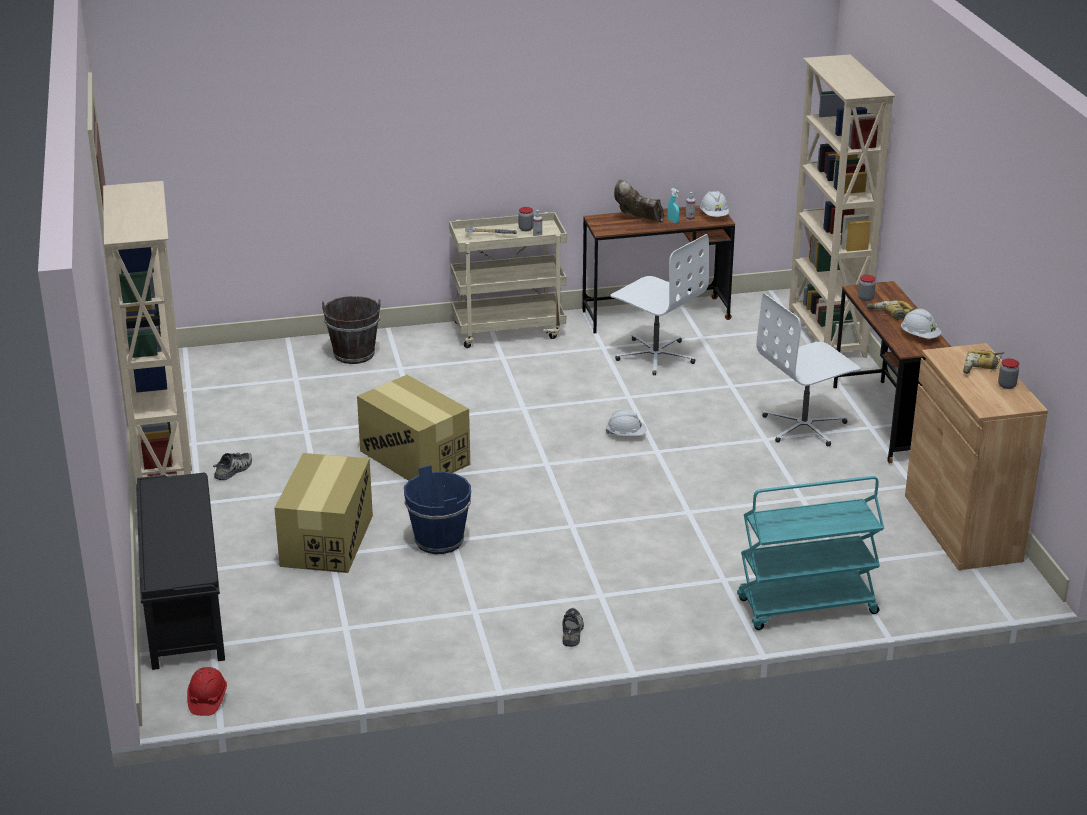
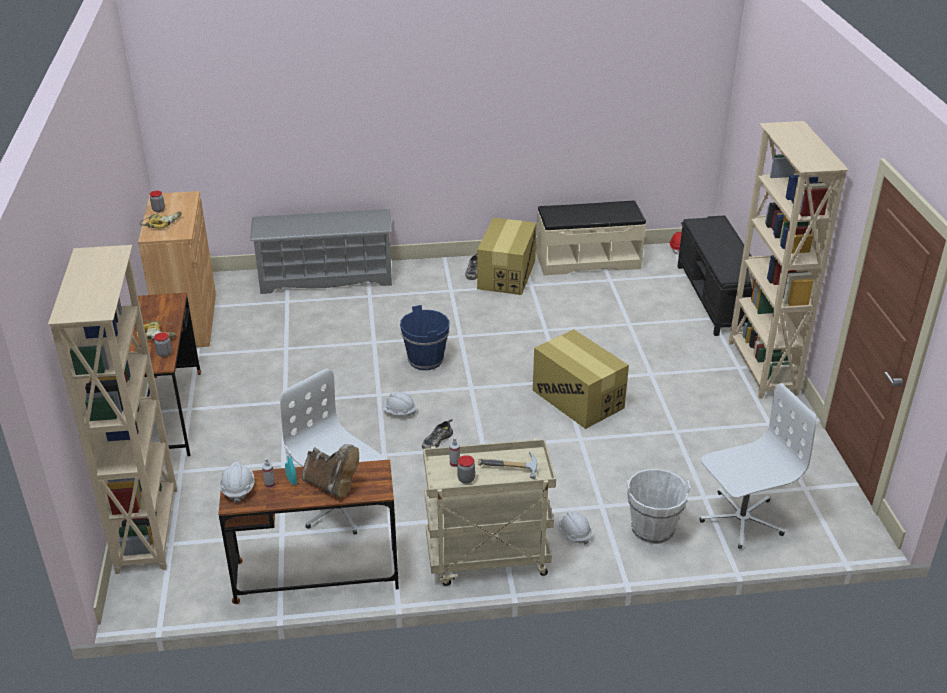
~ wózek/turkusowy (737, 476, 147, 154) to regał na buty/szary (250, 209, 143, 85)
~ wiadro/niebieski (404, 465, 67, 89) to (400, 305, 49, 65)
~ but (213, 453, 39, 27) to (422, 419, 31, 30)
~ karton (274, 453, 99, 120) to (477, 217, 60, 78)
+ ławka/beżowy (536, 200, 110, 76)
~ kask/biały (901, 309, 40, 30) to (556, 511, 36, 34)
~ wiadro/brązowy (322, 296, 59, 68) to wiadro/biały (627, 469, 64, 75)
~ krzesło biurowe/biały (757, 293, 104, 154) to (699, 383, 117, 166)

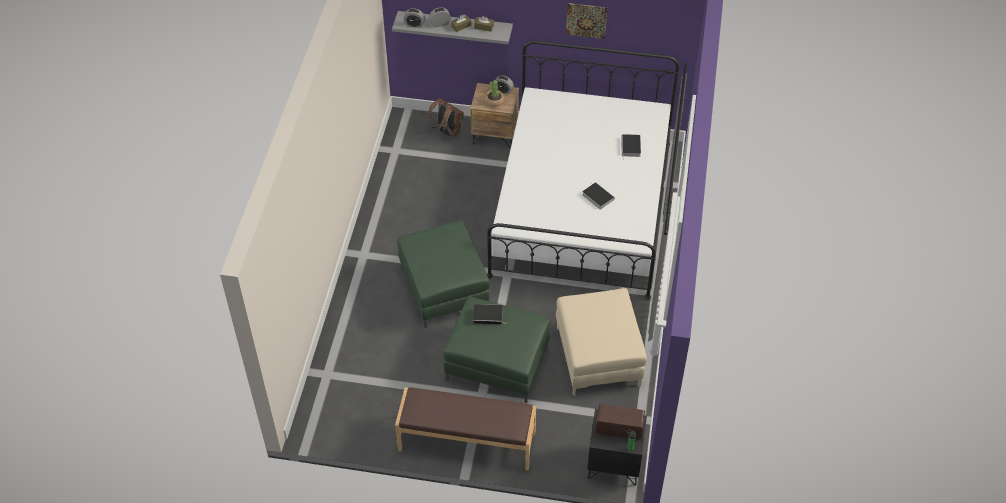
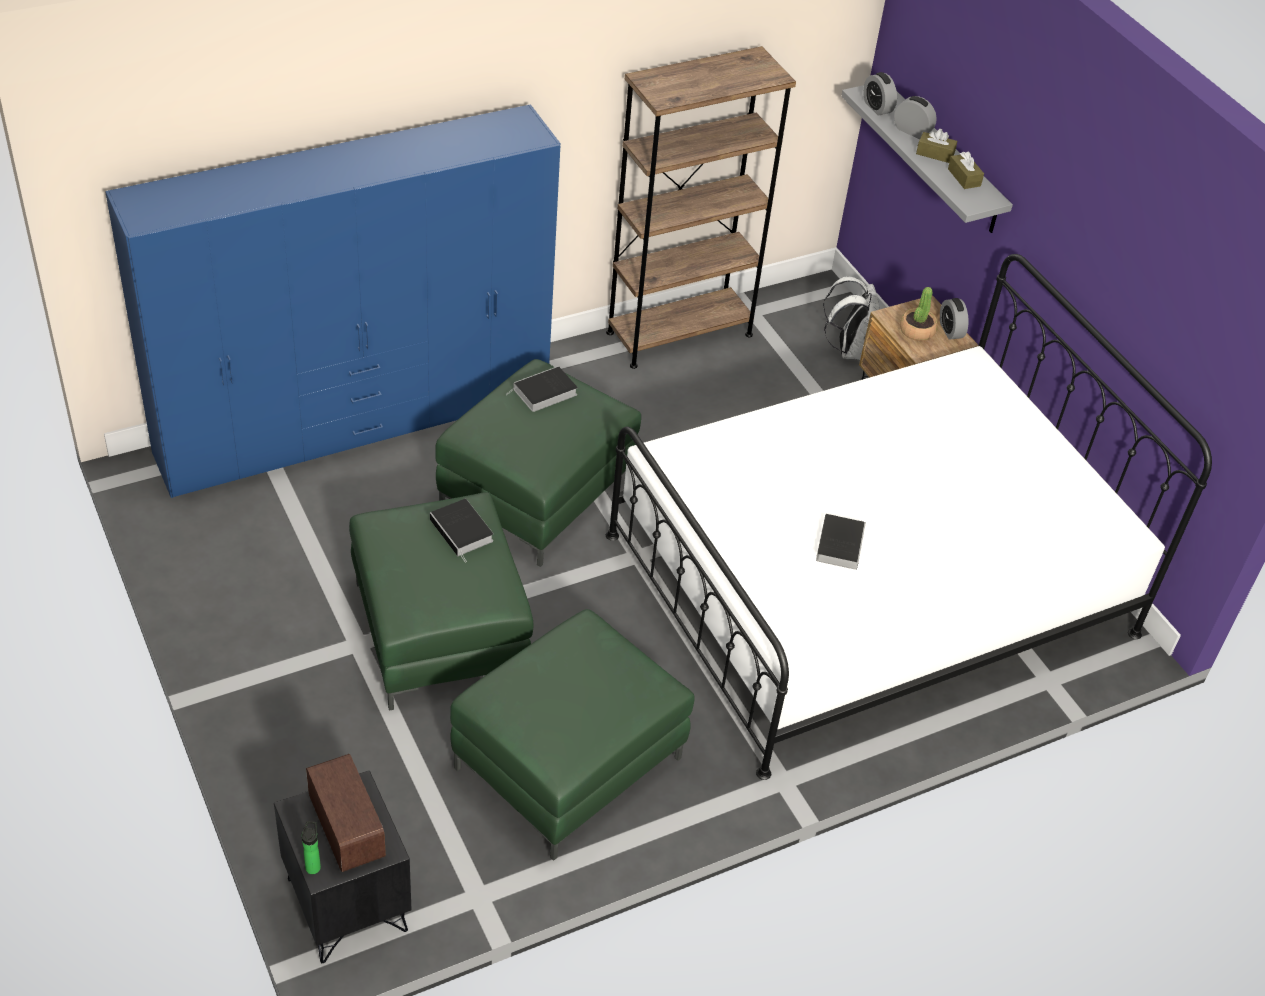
+ szafa/niebieski (105, 104, 455, 394)
~ pufa/beżowy (556, 288, 91, 108) to pufa/zielony (450, 609, 245, 252)
~ książka (621, 134, 20, 24) to (507, 366, 71, 46)
+ regał/brązowy (606, 46, 190, 323)
~ plecak/brązowy (427, 98, 38, 39) to plecak/biały (823, 276, 56, 84)
- ławka/brązowy (395, 387, 141, 83)
- obraz (566, 3, 41, 36)

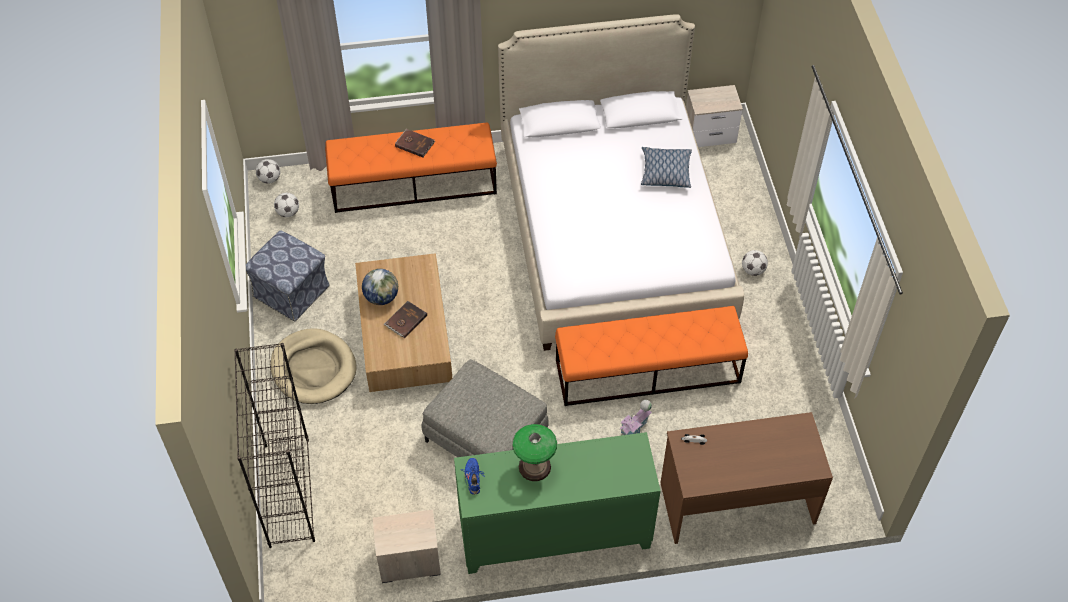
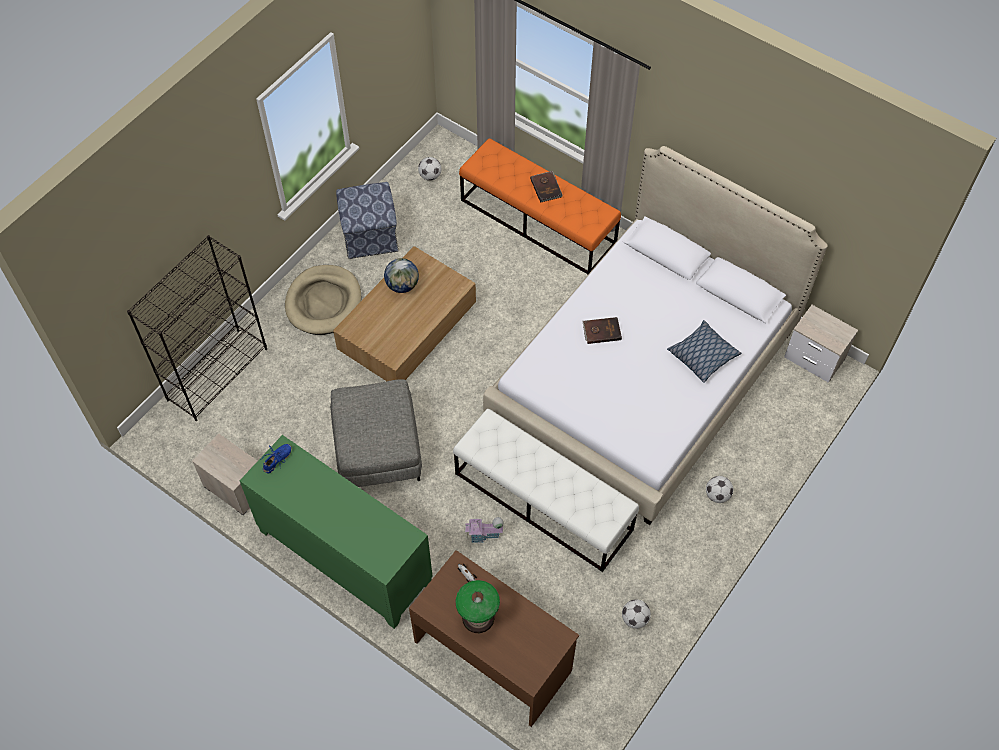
~ ławka/pomarańczowy (555, 306, 193, 100) to ławka/biały (453, 409, 186, 163)
~ lampa stołowa (512, 424, 45, 57) to (455, 580, 45, 53)
~ książka/brązowy (384, 301, 43, 37) to (582, 317, 40, 27)
~ piłka futbolowa (256, 159, 24, 25) to (622, 599, 29, 30)

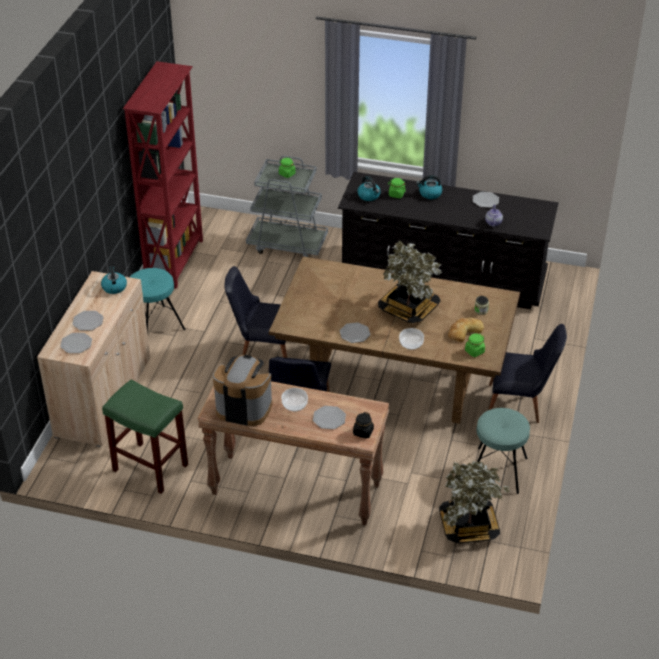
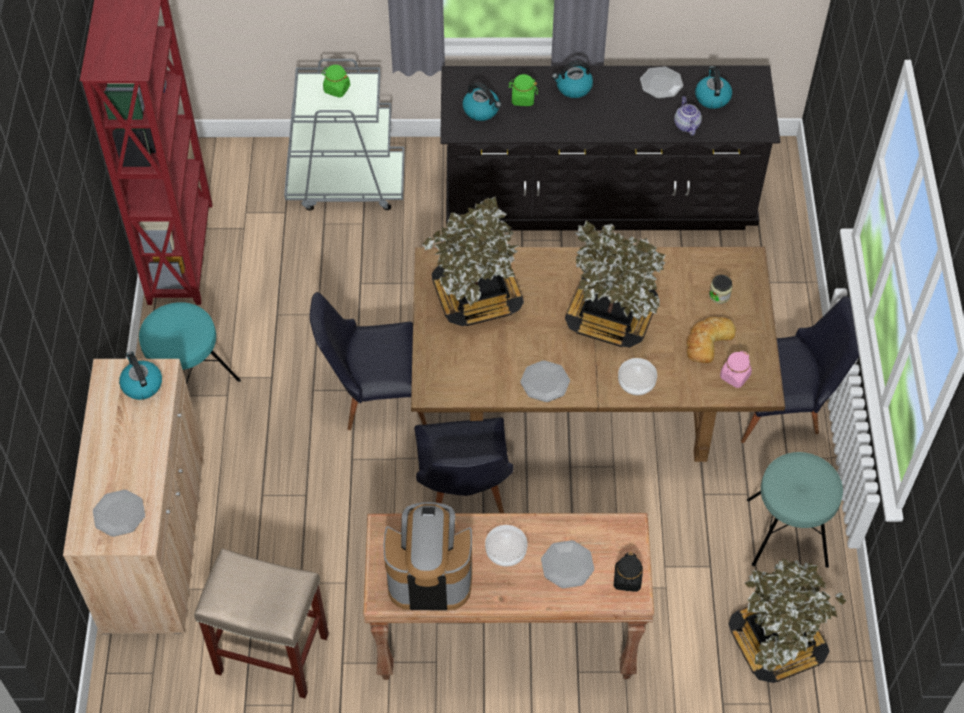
~ stołek/zielony (102, 380, 86, 114) to stołek/beżowy (194, 548, 135, 150)
+ roślina doniczkowa (422, 197, 102, 129)
+ czajnik (695, 66, 37, 43)
~ słoik/zielony (465, 333, 20, 24) to słoik/różowy (720, 351, 32, 37)
- talerz (72, 311, 32, 19)

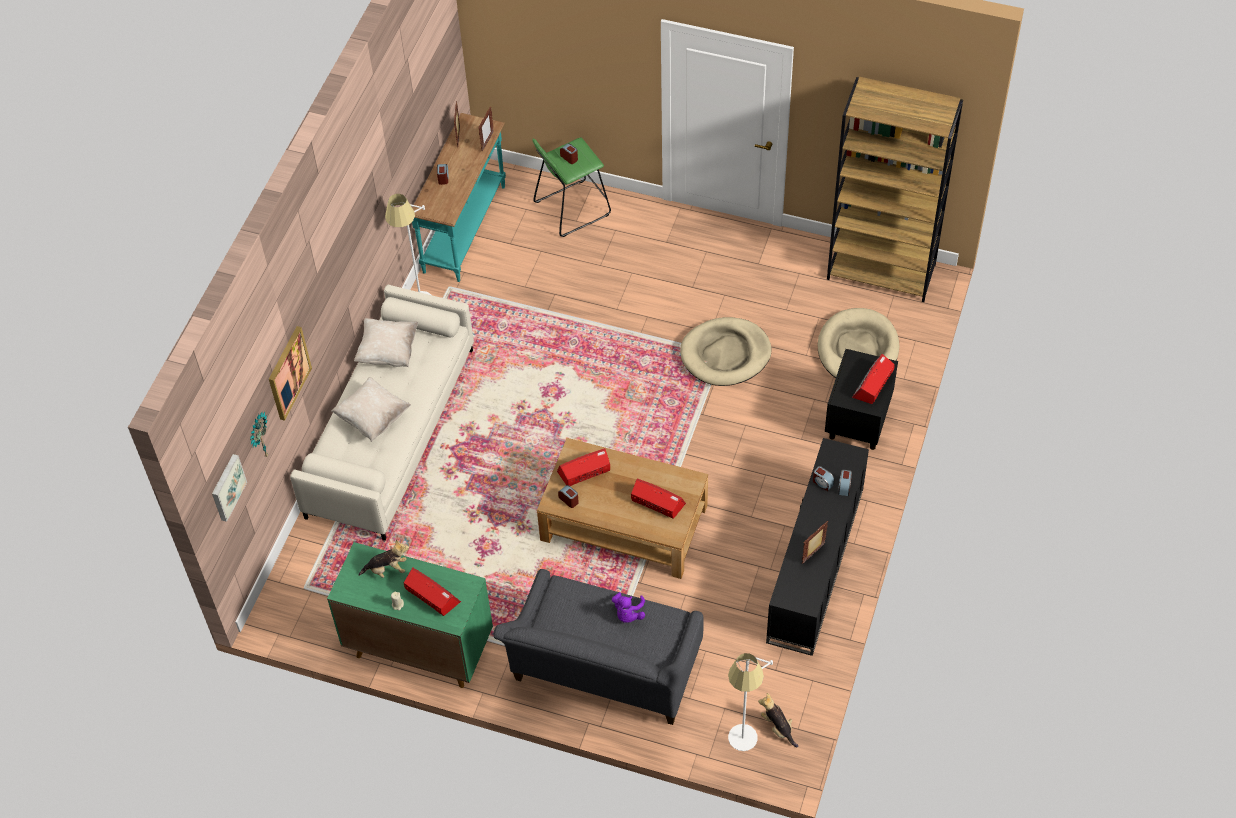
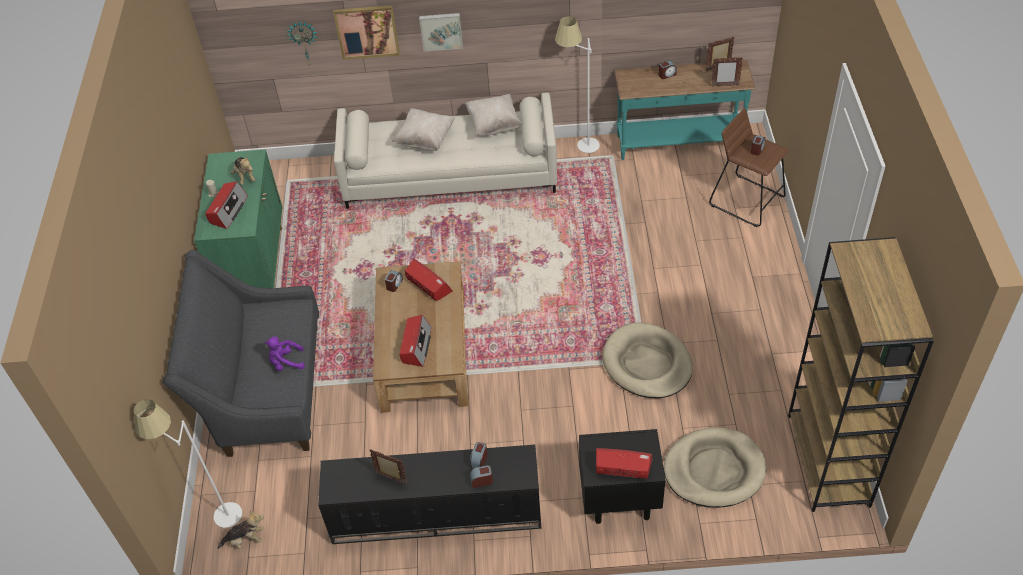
~ pluszak (758, 693, 41, 54) = (218, 510, 46, 39) 45 degrees clockwise
~ obraz (212, 454, 35, 68) to (419, 13, 44, 38)
~ stołek/zielony (533, 138, 78, 99) to stołek/brązowy (709, 108, 80, 119)

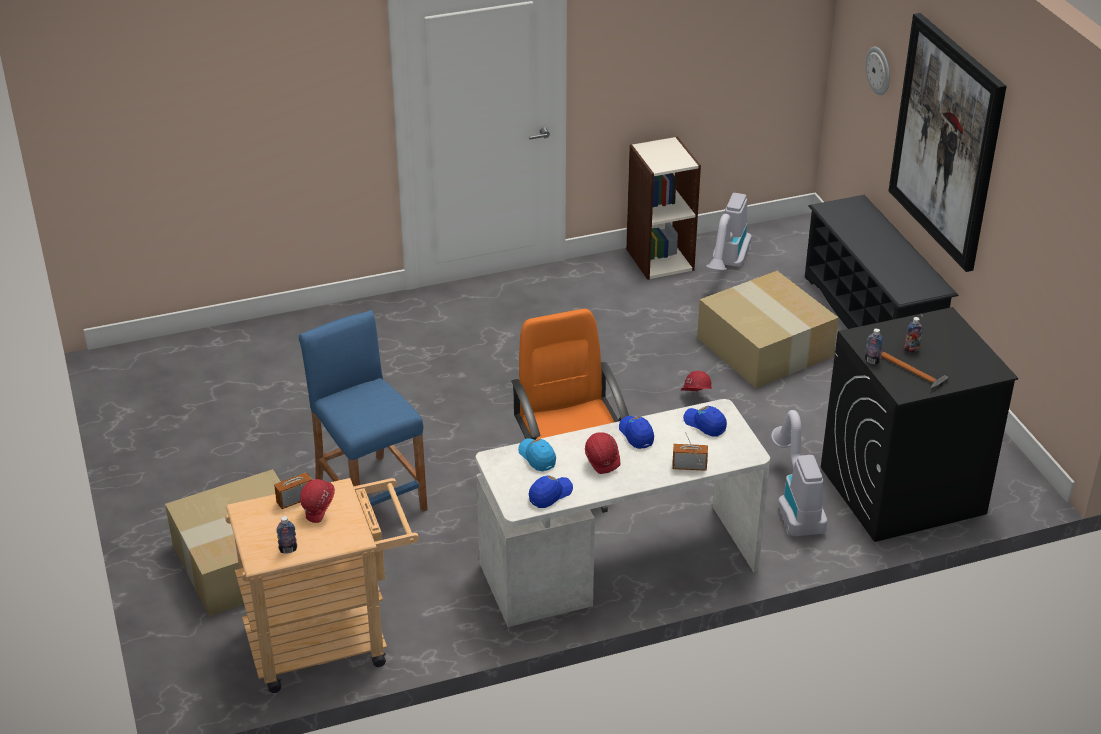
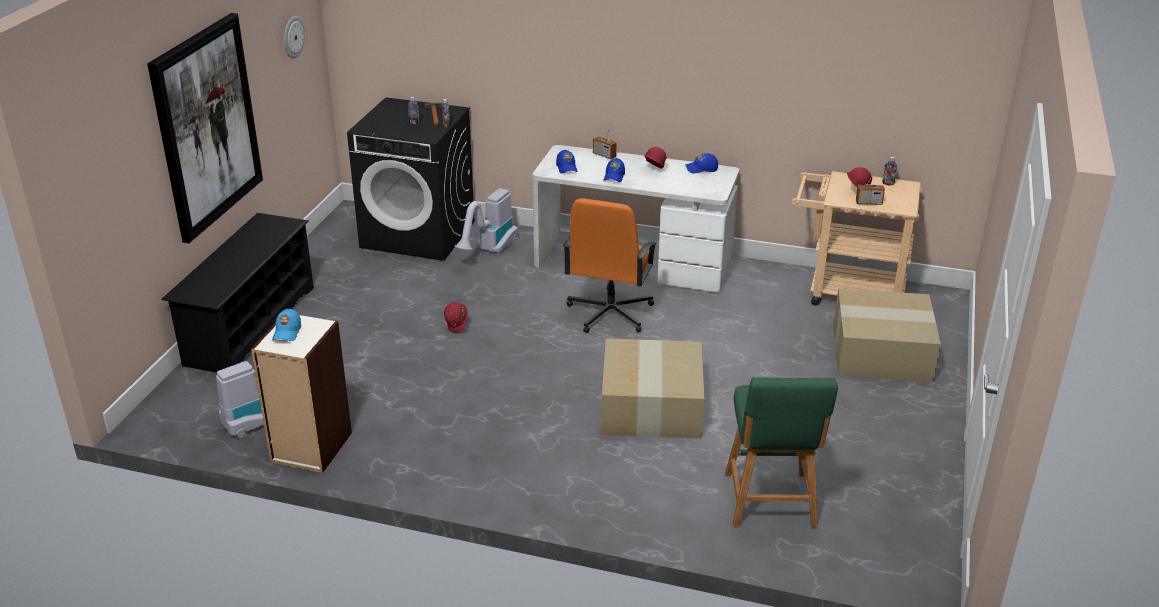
~ czapka z daszkiem/niebieski (518, 438, 38, 33) to (272, 309, 29, 32)
~ zegar ścienny (866, 47, 24, 48) to (284, 16, 21, 42)
~ karton (697, 271, 142, 117) to (601, 338, 103, 101)
+ stołek/zielony (725, 377, 113, 151)
- stołek/niebieski (299, 310, 128, 202)

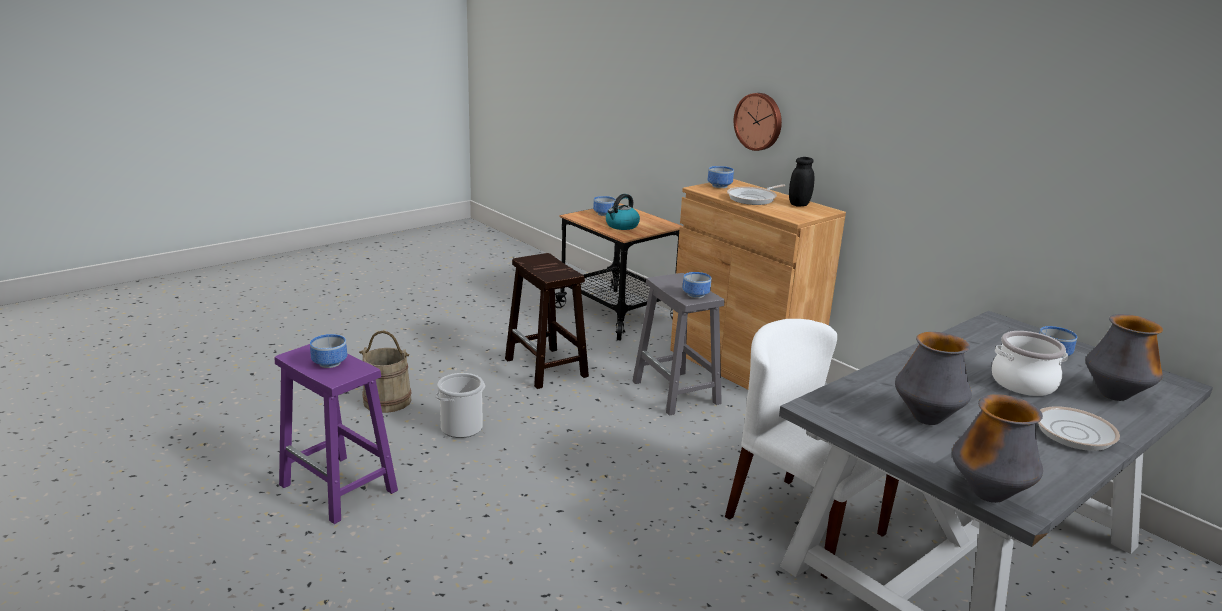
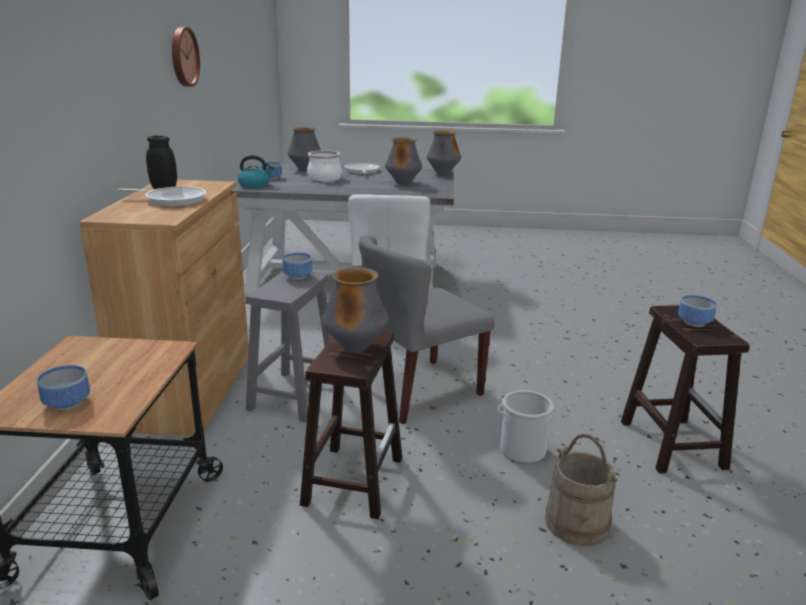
~ zegar ścienny (734, 93, 48, 58) to (172, 27, 28, 60)
~ czajnik (606, 194, 34, 36) to (238, 155, 36, 33)
+ wazon (322, 267, 67, 85)
+ krzesło/szary (359, 235, 136, 189)
~ stołek/fioletowy (274, 344, 124, 180) to stołek/brązowy (621, 305, 129, 169)
- miska (708, 166, 26, 22)

